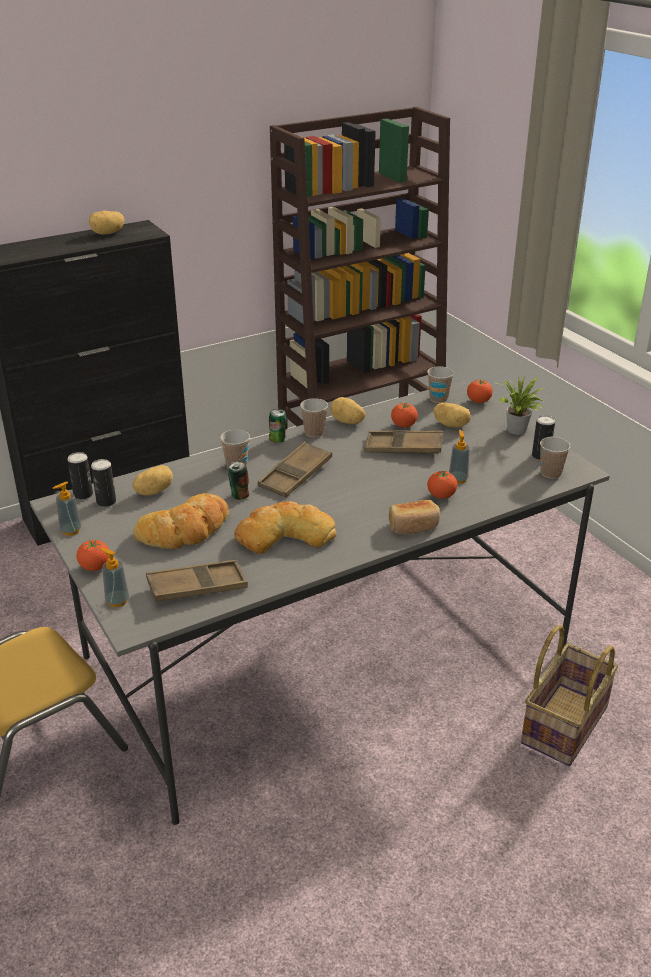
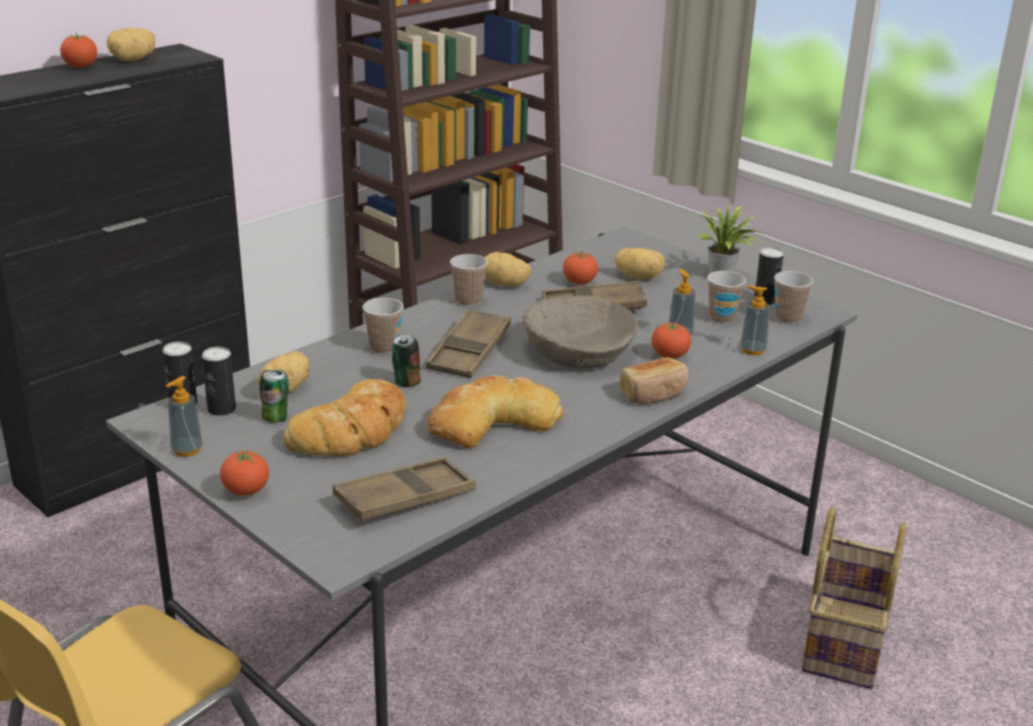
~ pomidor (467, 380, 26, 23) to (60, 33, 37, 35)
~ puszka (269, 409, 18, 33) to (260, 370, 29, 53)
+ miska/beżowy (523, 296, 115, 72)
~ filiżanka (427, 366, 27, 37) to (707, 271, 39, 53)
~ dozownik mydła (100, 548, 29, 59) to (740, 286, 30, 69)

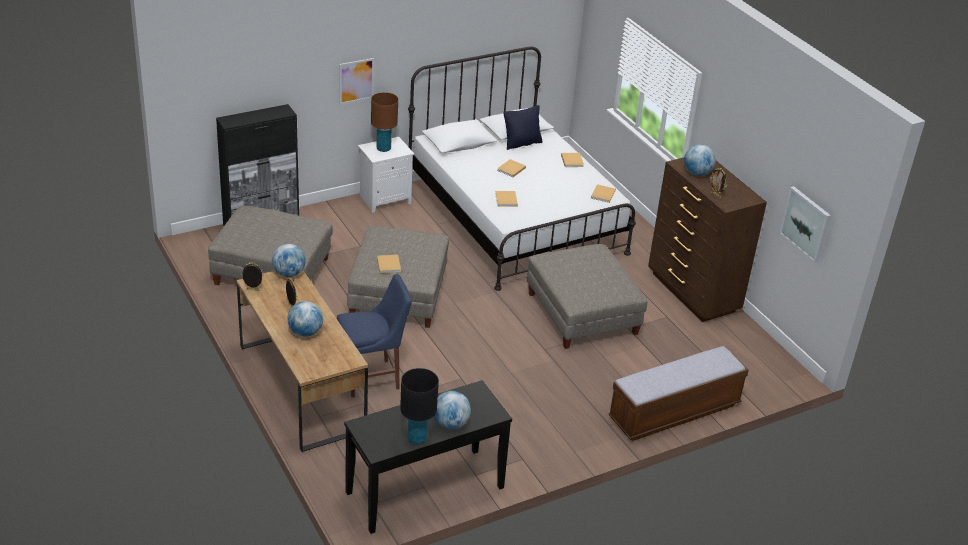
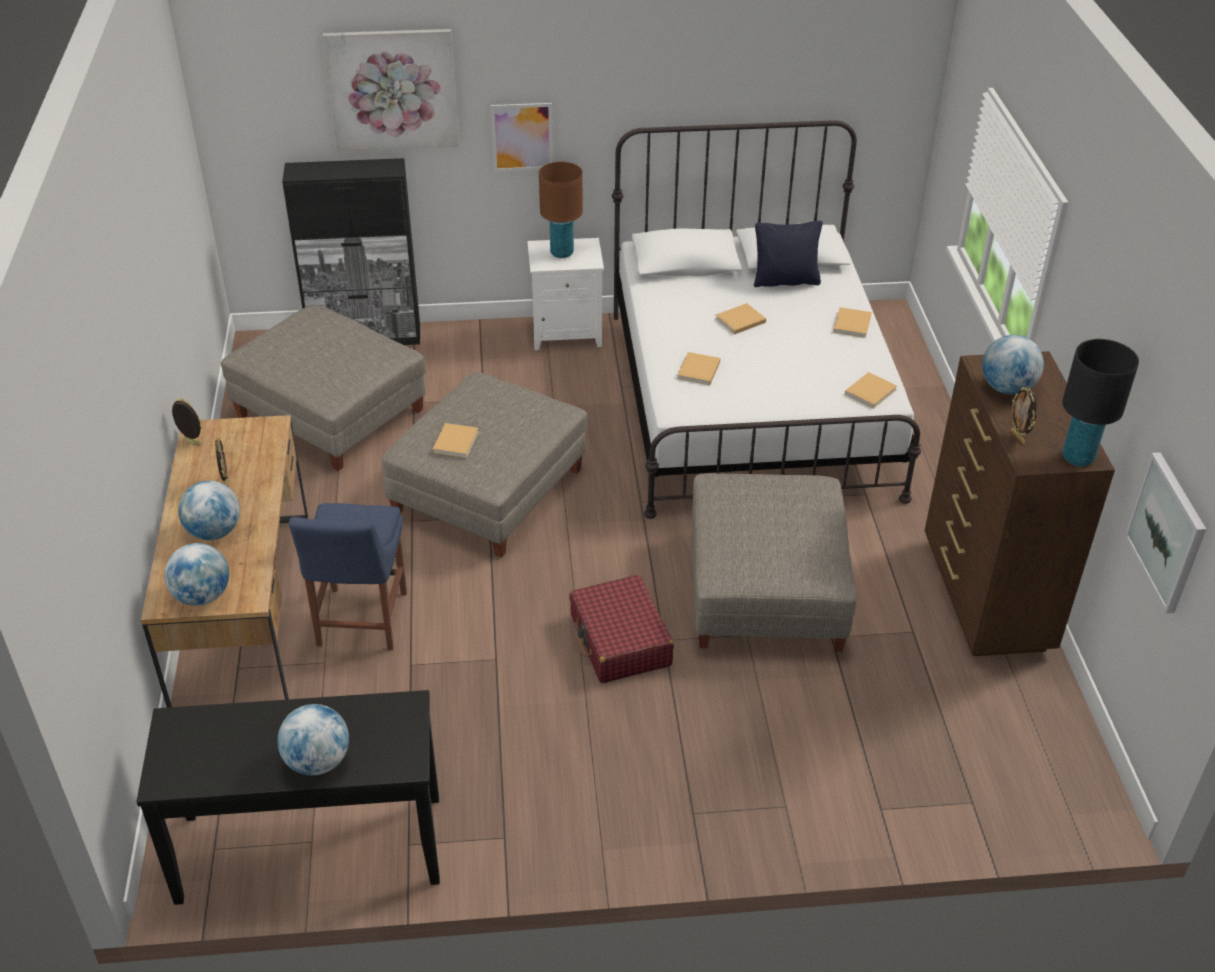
~ globus (272, 244, 34, 33) to (164, 543, 65, 63)
~ krzesło/niebieski (337, 274, 75, 124) = (289, 503, 118, 147) 90 degrees clockwise
+ obraz (323, 29, 136, 122)
+ walizka/czerwony (569, 575, 105, 108)
~ lampa stołowa/czarny (400, 368, 39, 77) to (1062, 339, 77, 127)
- ławka (608, 346, 141, 95)

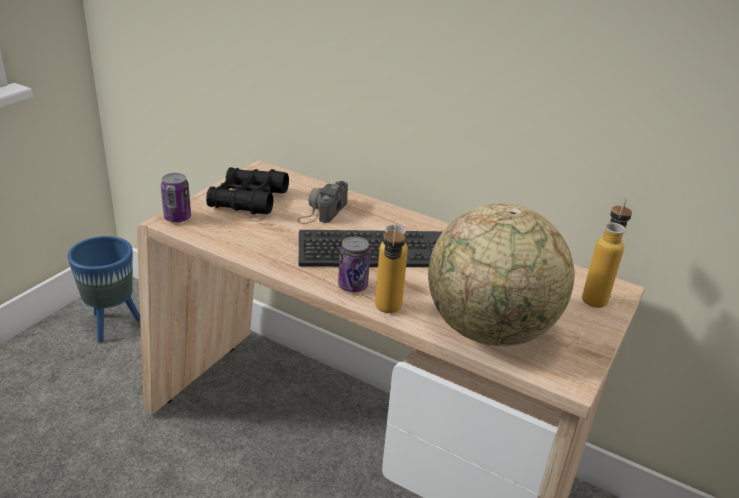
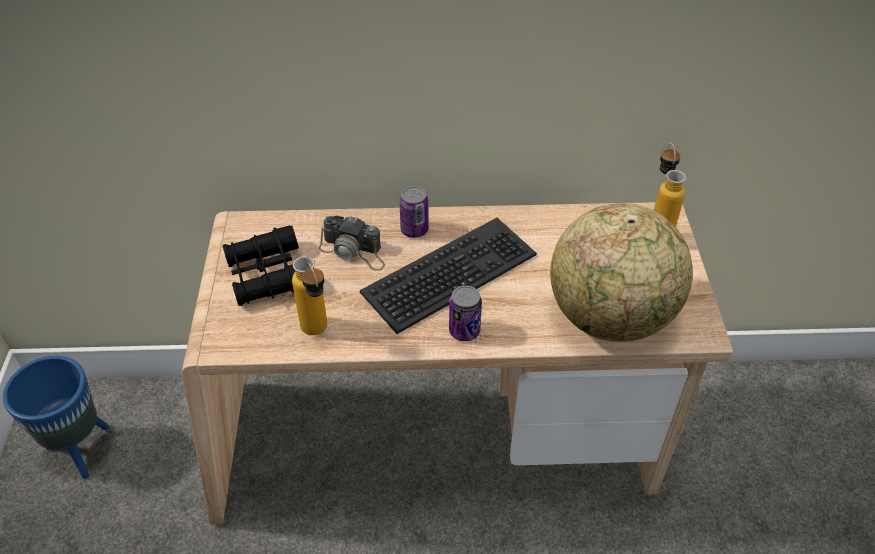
~ butelka (375, 223, 33, 90) to (292, 256, 35, 79)
~ aparat fotograficzny (297, 181, 51, 43) = (319, 216, 66, 55) 60 degrees counterclockwise
~ puszka (161, 173, 30, 50) to (399, 186, 30, 52)

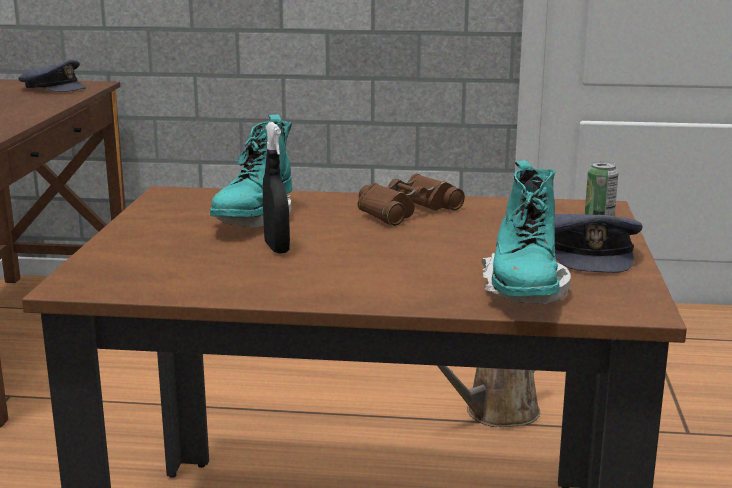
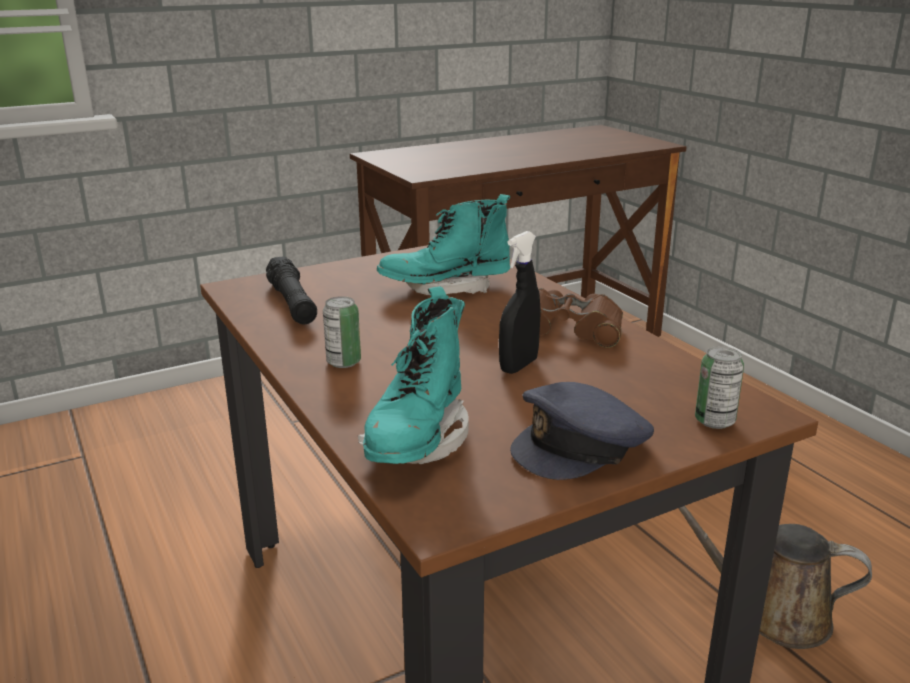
+ latarka/czarny (266, 256, 51, 68)
+ puszka (323, 296, 38, 72)
~ but z cholewką/turkusowy (482, 160, 89, 144) = (358, 286, 111, 178) 45 degrees counterclockwise
~ spryskiwacz/czarny (263, 122, 27, 132) to (499, 231, 42, 143)
- czapka z daszkiem/szary (18, 59, 68, 33)

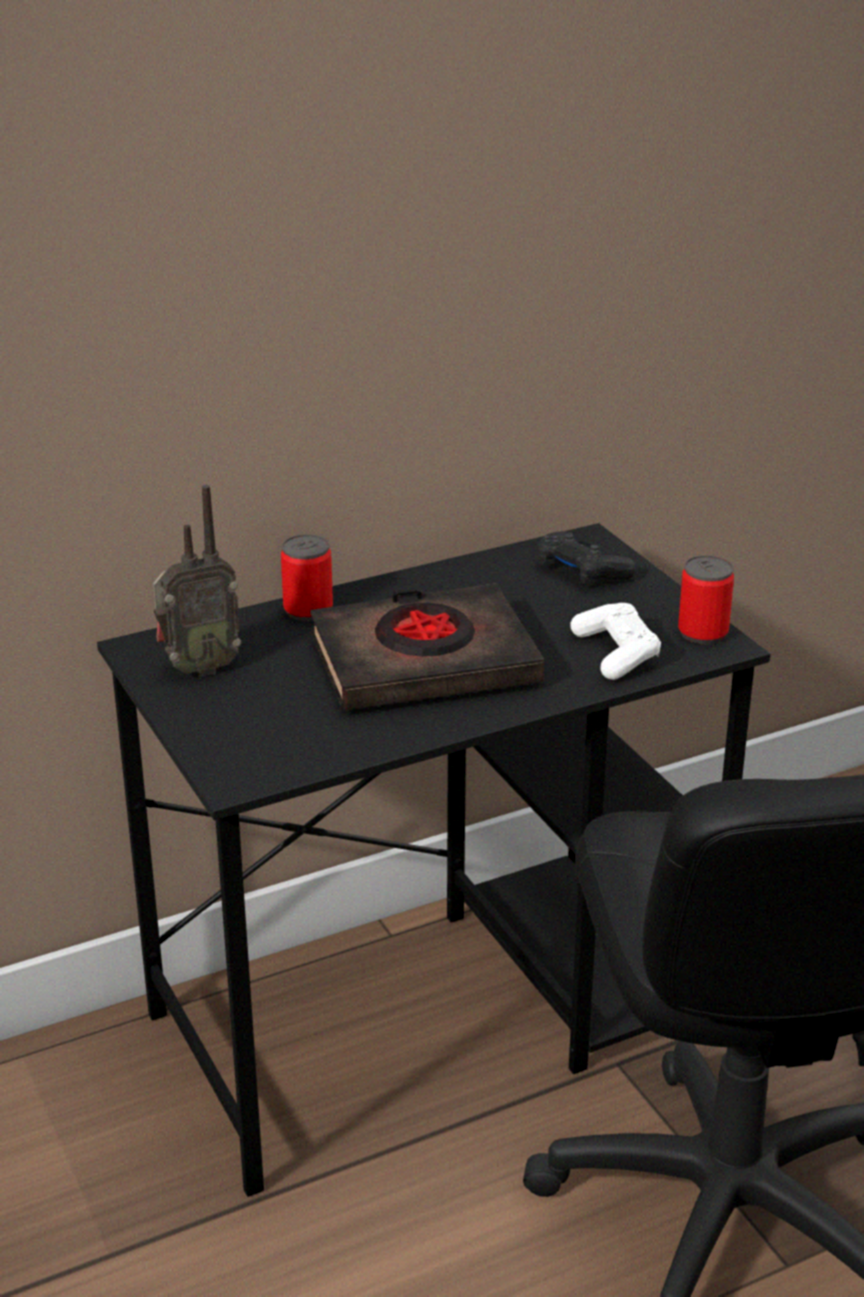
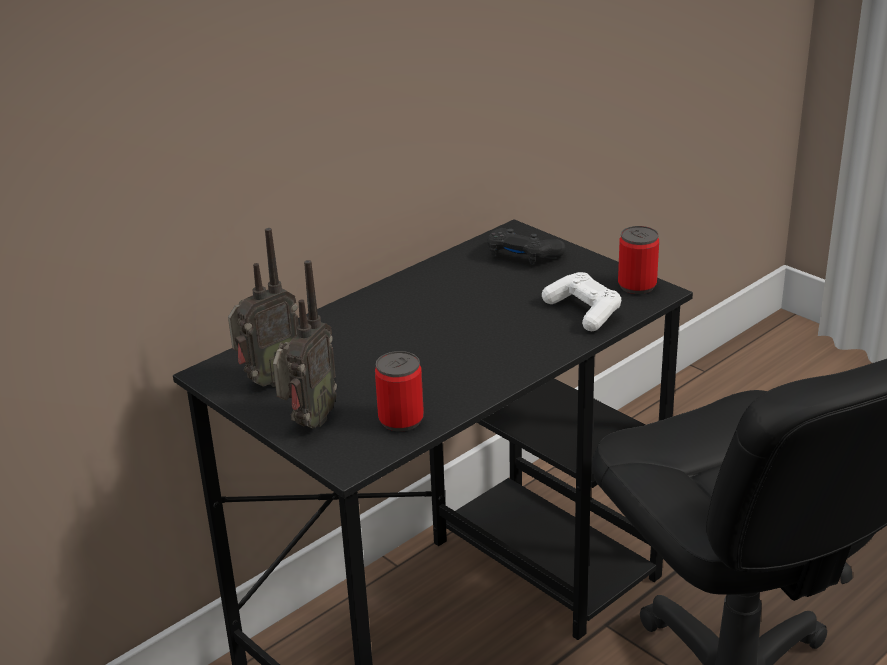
+ radio (273, 260, 64, 169)
~ puszka (281, 534, 52, 87) to (375, 351, 49, 81)
- książka/czarny (310, 583, 234, 127)

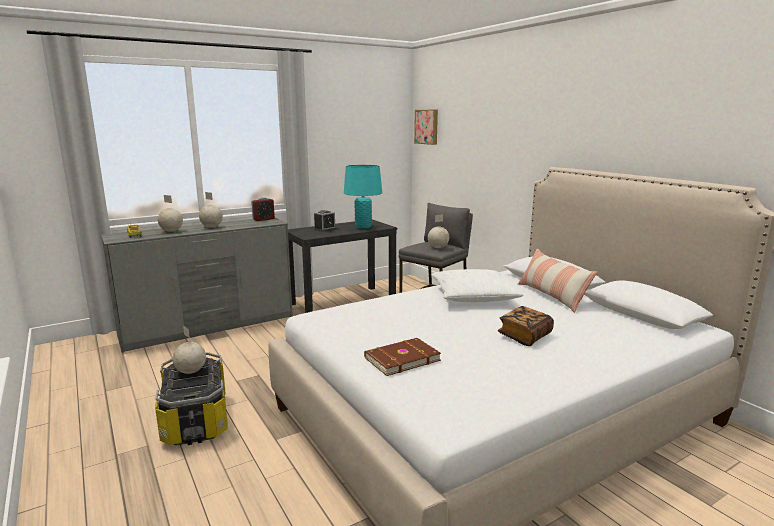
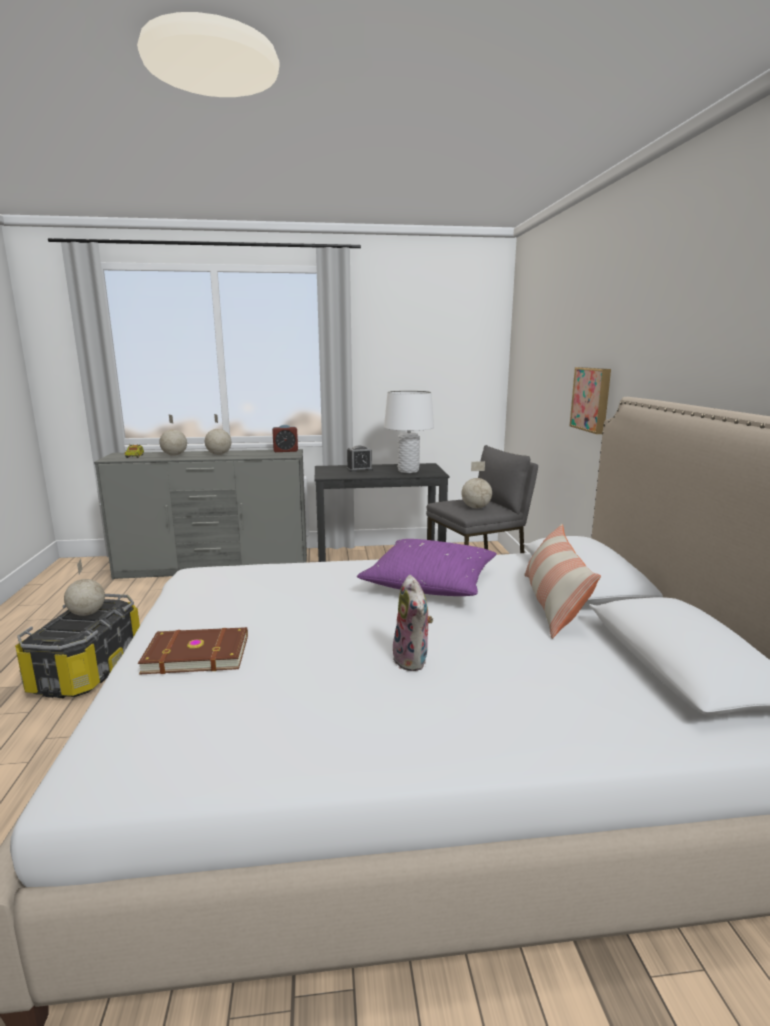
~ poduszka/biały (431, 269, 93, 33) to poduszka/fioletowy (357, 539, 139, 57)
~ lampa stołowa/turkusowy (344, 165, 38, 64) to lampa stołowa/biały (384, 391, 50, 82)
~ książka (498, 306, 56, 40) to pluszak (393, 575, 40, 96)
~ obraz (414, 110, 24, 35) to (570, 367, 41, 67)

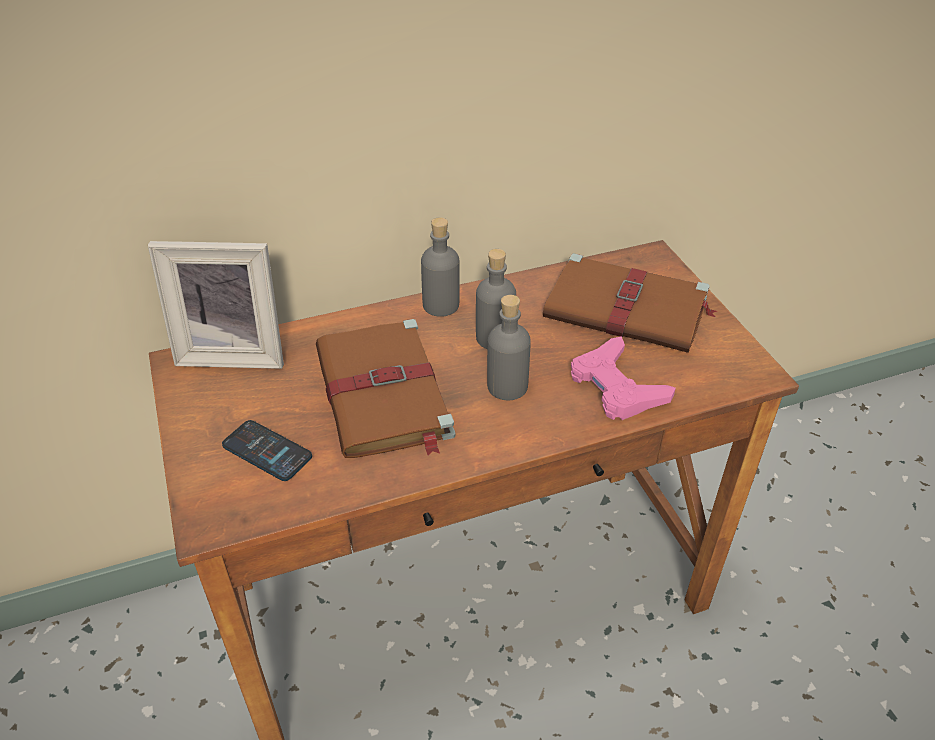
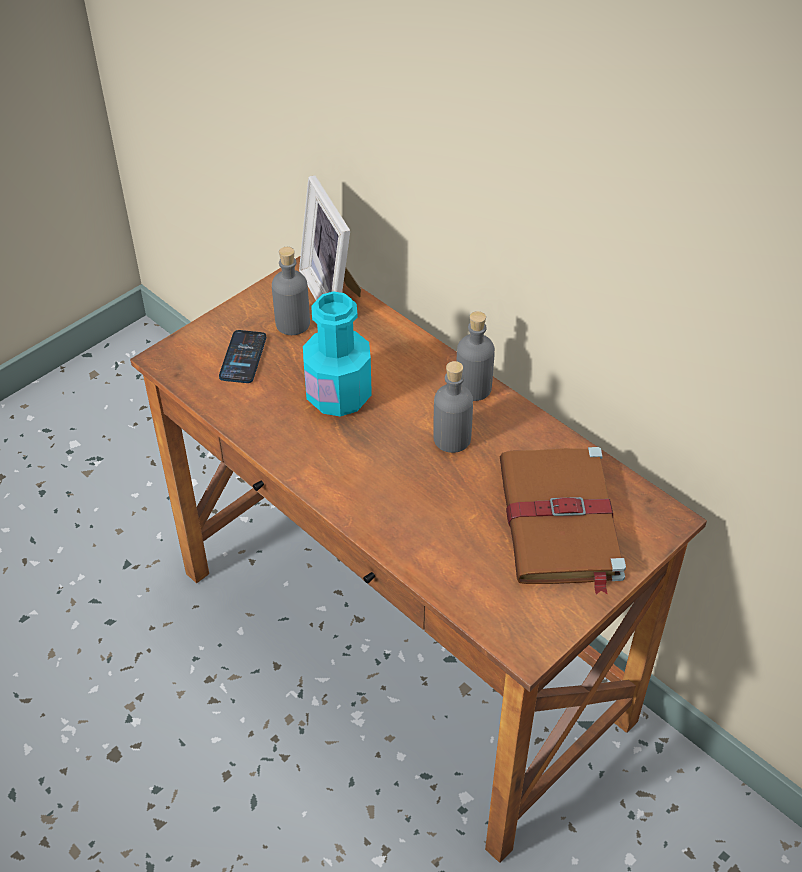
~ butelka/szary (487, 295, 44, 105) to (272, 247, 38, 88)
~ książka/brązowy (316, 319, 140, 139) to butelka/turkusowy (303, 291, 69, 126)
- pad do gier/różowy (571, 336, 105, 84)

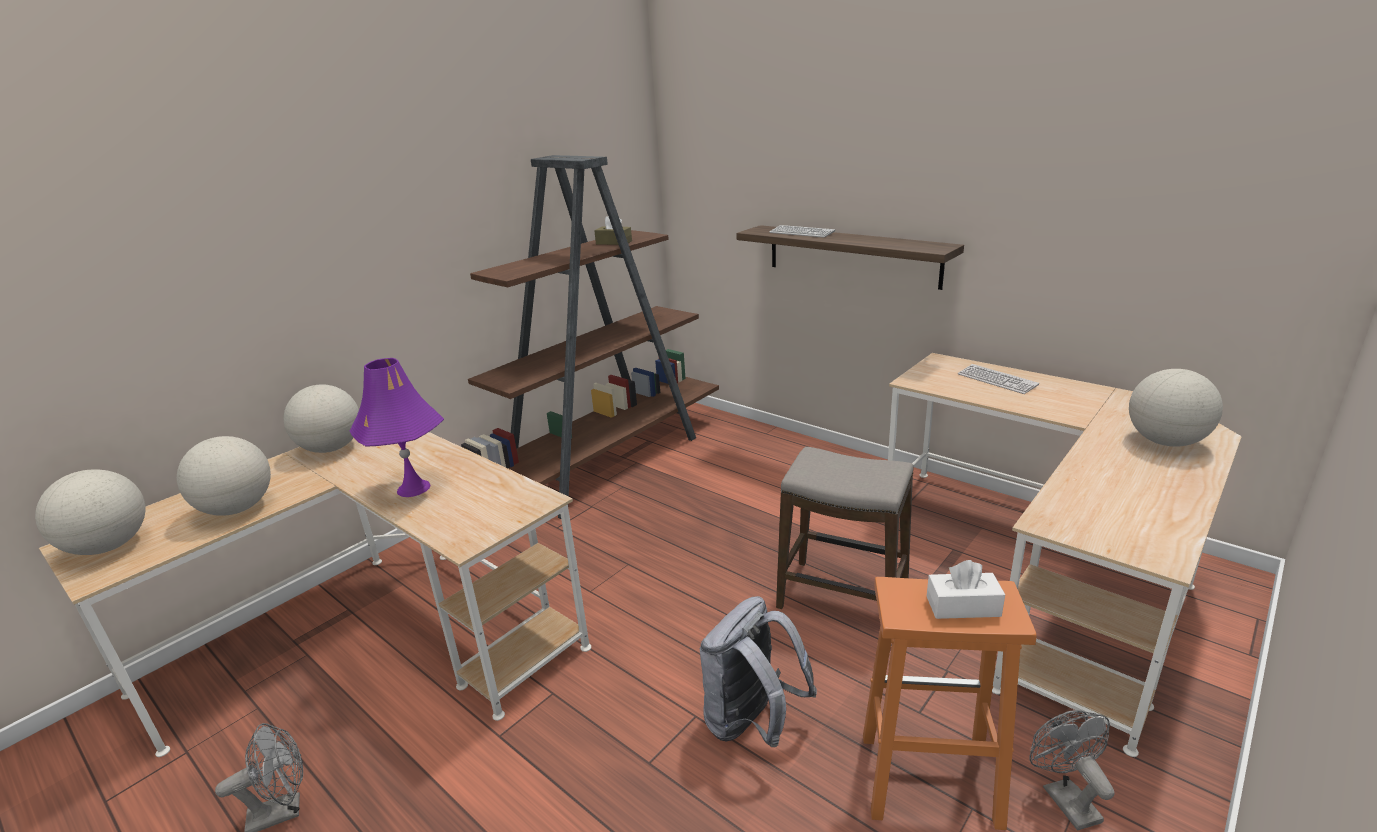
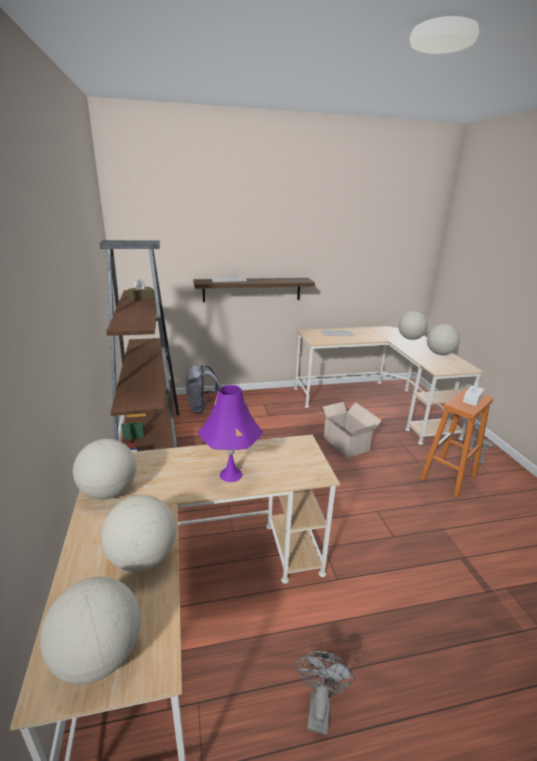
~ plecak/szary (700, 596, 117, 151) to (186, 365, 35, 49)
~ stołek (776, 447, 137, 162) to karton (319, 402, 63, 56)
+ globus (427, 324, 33, 31)

